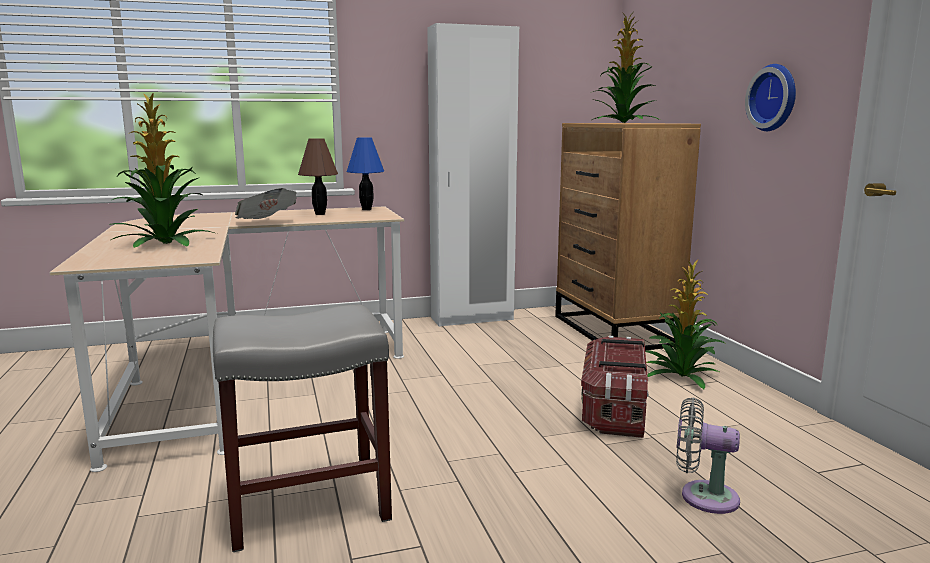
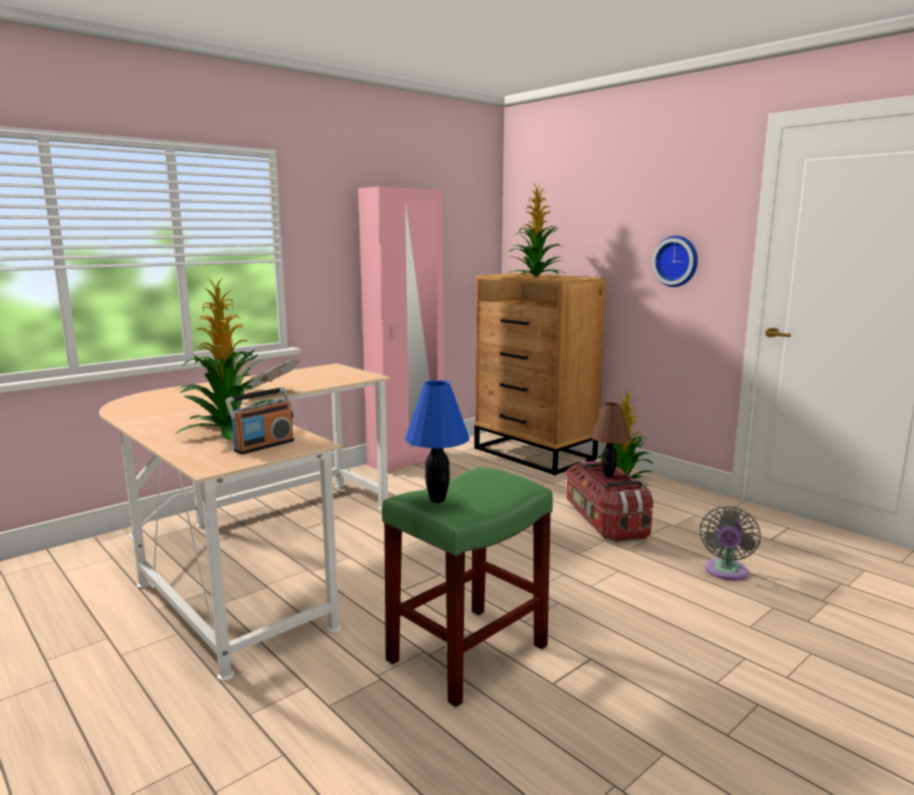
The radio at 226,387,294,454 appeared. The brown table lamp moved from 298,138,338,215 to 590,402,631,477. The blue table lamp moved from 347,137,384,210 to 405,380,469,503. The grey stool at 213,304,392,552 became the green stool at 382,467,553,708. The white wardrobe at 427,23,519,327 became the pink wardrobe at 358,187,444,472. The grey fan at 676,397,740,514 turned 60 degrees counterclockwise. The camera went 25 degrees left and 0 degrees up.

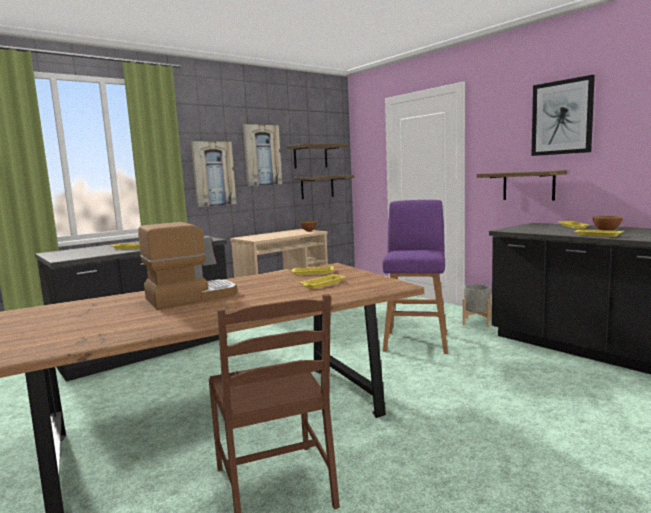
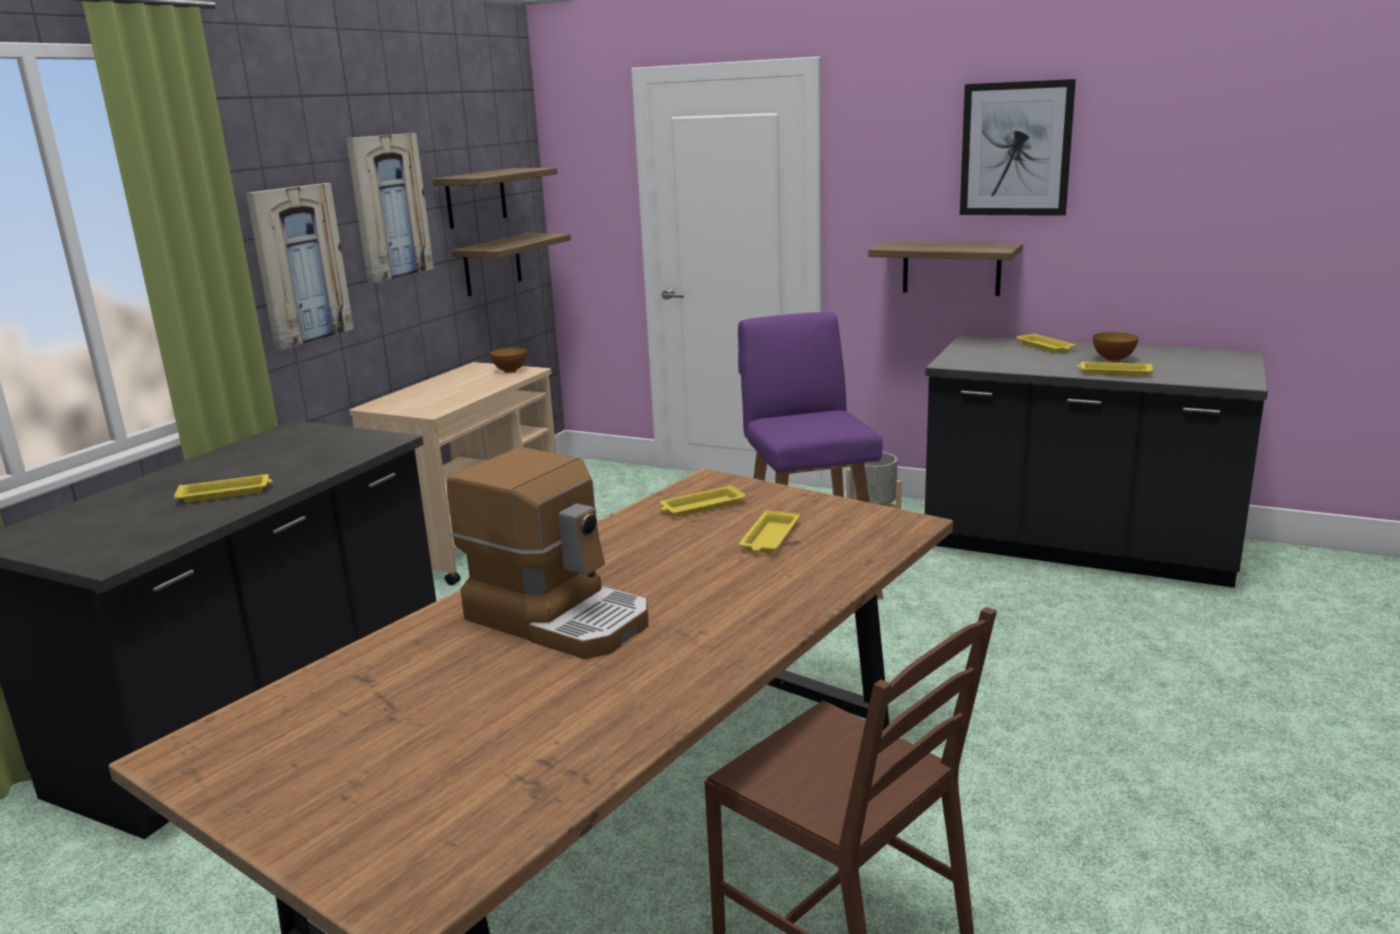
The coffee machine at 138,222,237,309 turned 90 degrees clockwise. The camera went 25 degrees left and 10 degrees up.

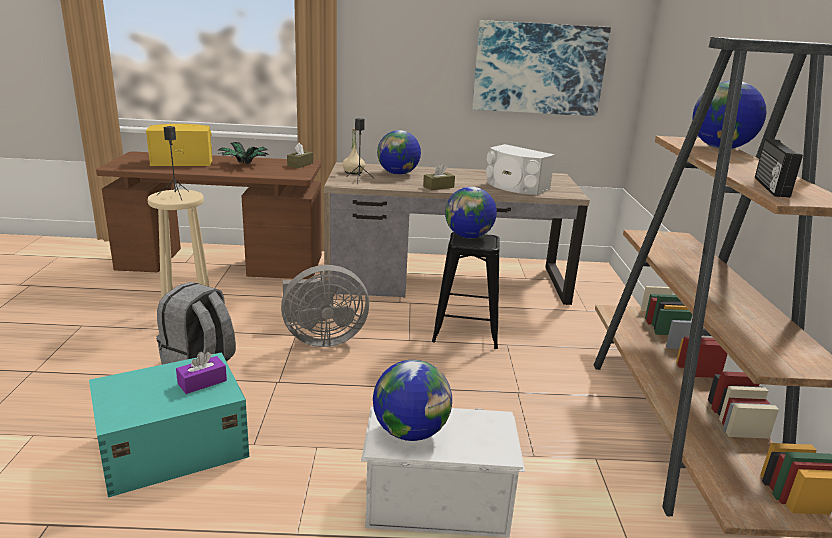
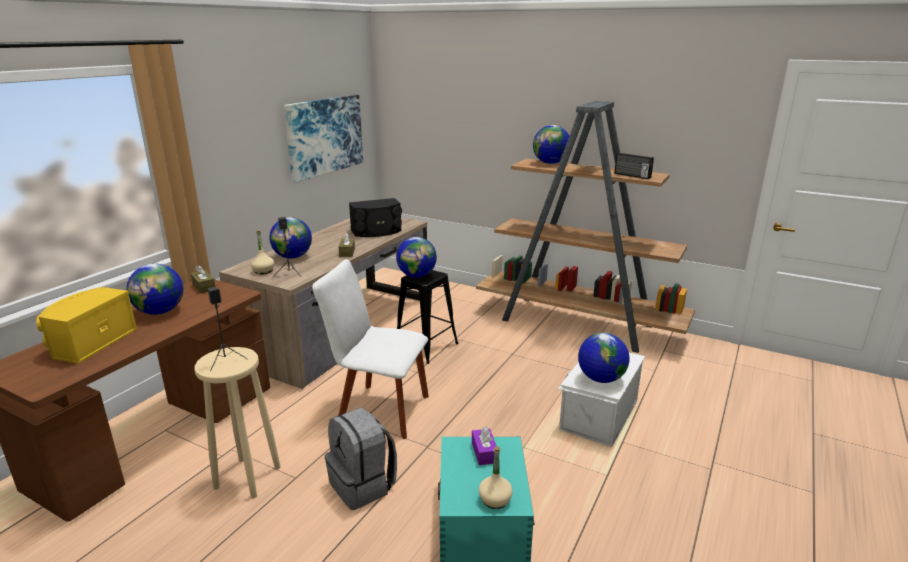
The beige bottle at 479,446,513,509 appeared. The potted plant at 218,142,269,164 was replaced by the globe at 126,264,184,315. The grey fan at 281,265,369,347 was replaced by the white chair at 312,259,429,439. The white speaker at 486,144,555,195 became the black speaker at 349,198,402,237. The camera went 60 degrees left and 0 degrees up.

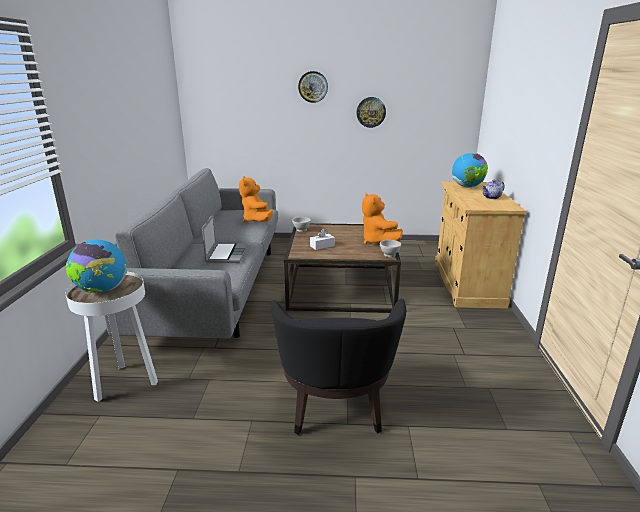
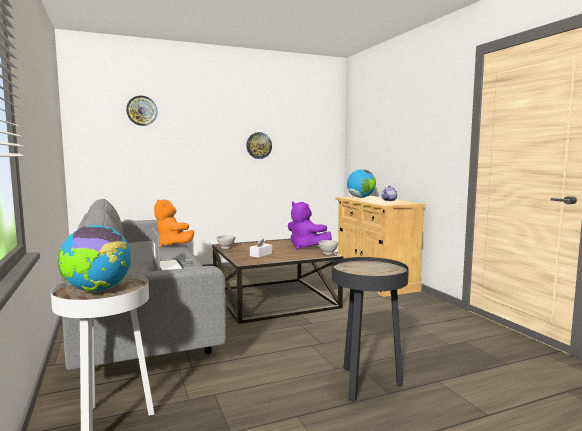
The wall clock moved from 298,71,328,103 to 126,96,158,126. The black armchair at 271,299,406,435 was replaced by the black side table at 332,257,409,401. The orange plush toy at 362,193,403,244 became the purple plush toy at 288,202,332,250. The camera went 25 degrees left and 15 degrees down.

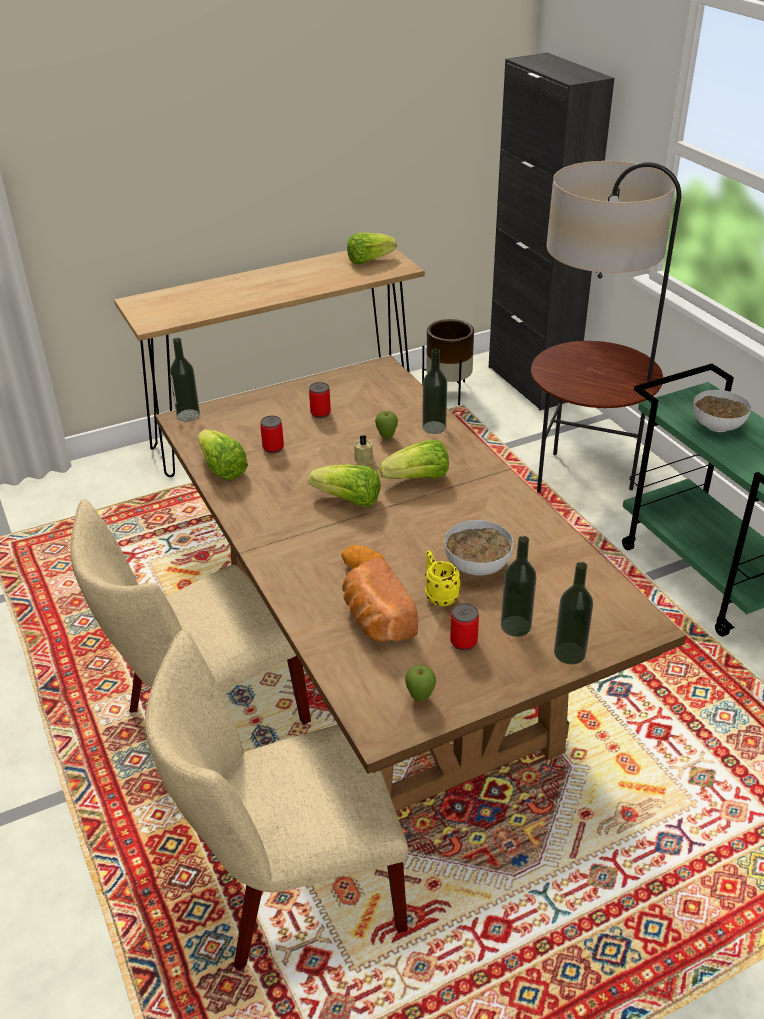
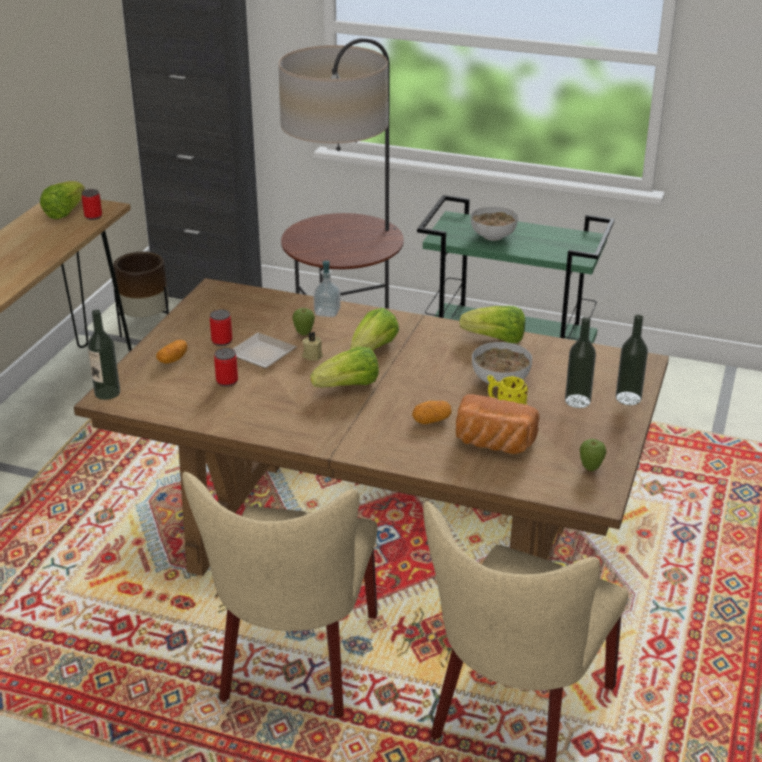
The potato at 156,340,188,364 appeared. The plate at 233,333,297,369 appeared. The lettuce moved from 197,429,248,480 to 459,306,525,343. The can moved from 450,603,479,650 to 82,189,102,220. The bottle at 422,348,447,434 was replaced by the soap dispenser at 314,261,341,317. The camera went 45 degrees left and 5 degrees down.

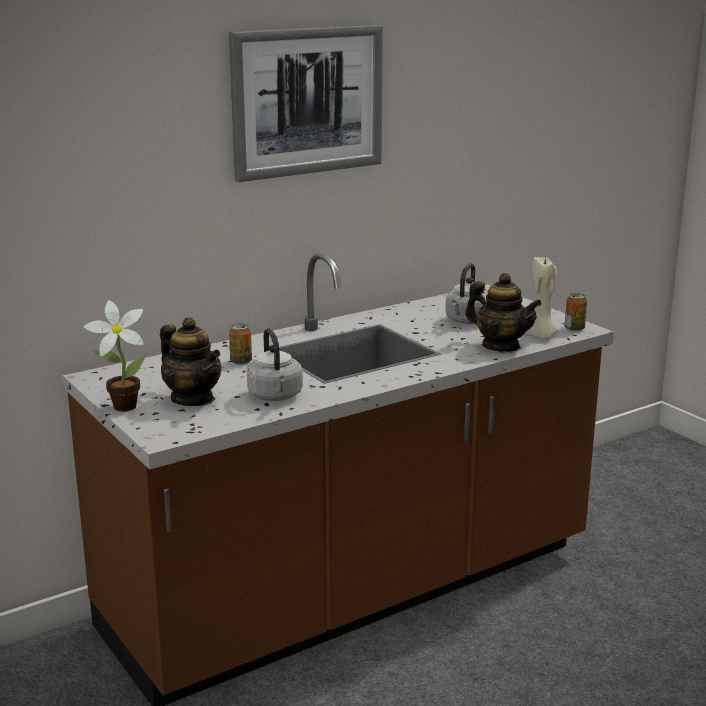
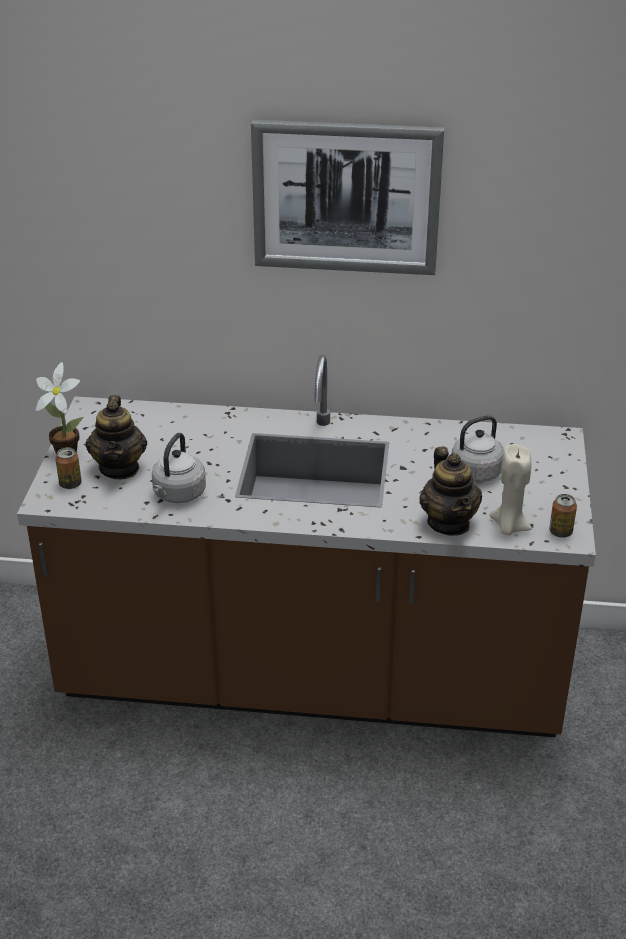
The can moved from 229,323,252,365 to 55,447,82,489. The camera went 40 degrees right and 15 degrees up.

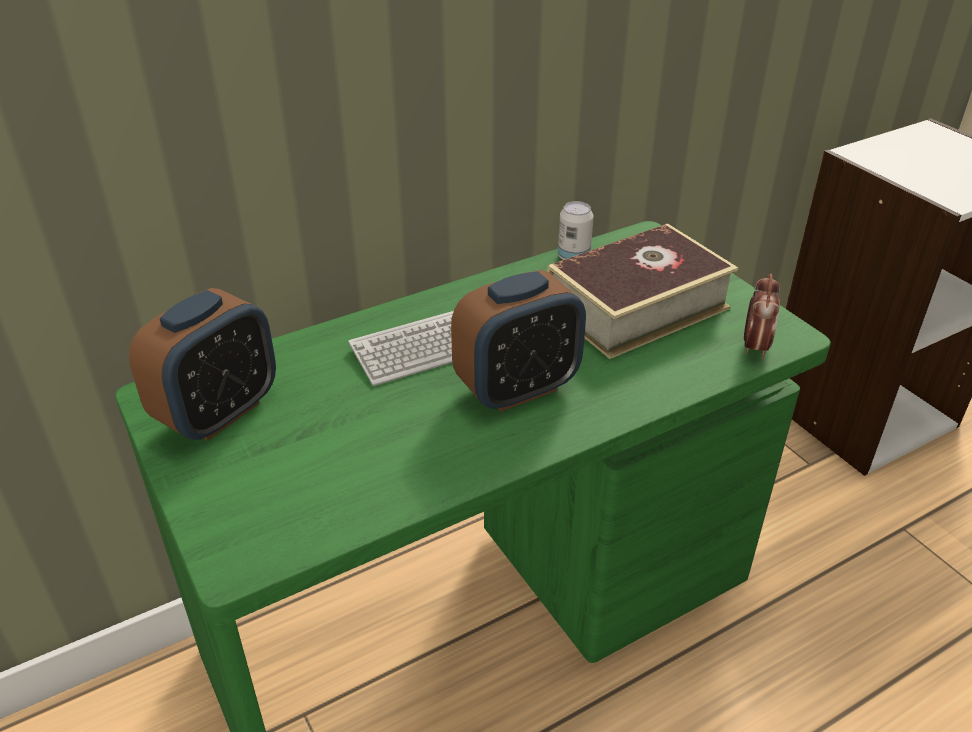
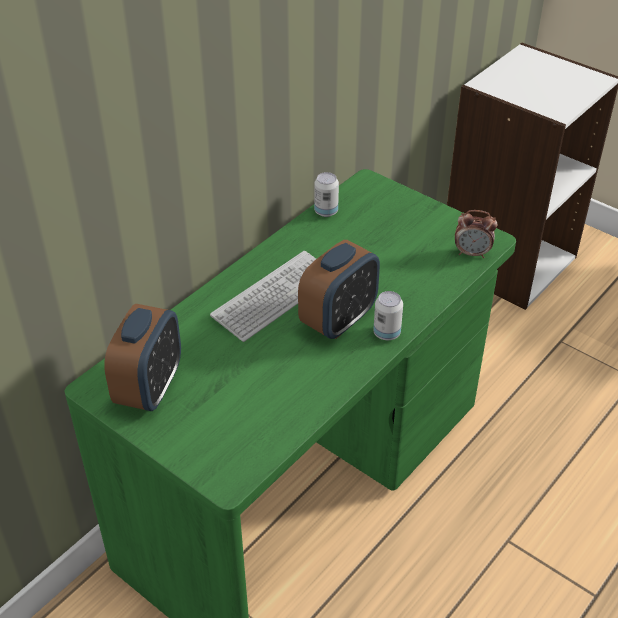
The book at 547,223,738,359 disappeared. The can at 373,291,403,340 appeared. The alarm clock at 744,274,780,359 turned 105 degrees clockwise. The camera went 20 degrees left and 5 degrees up.

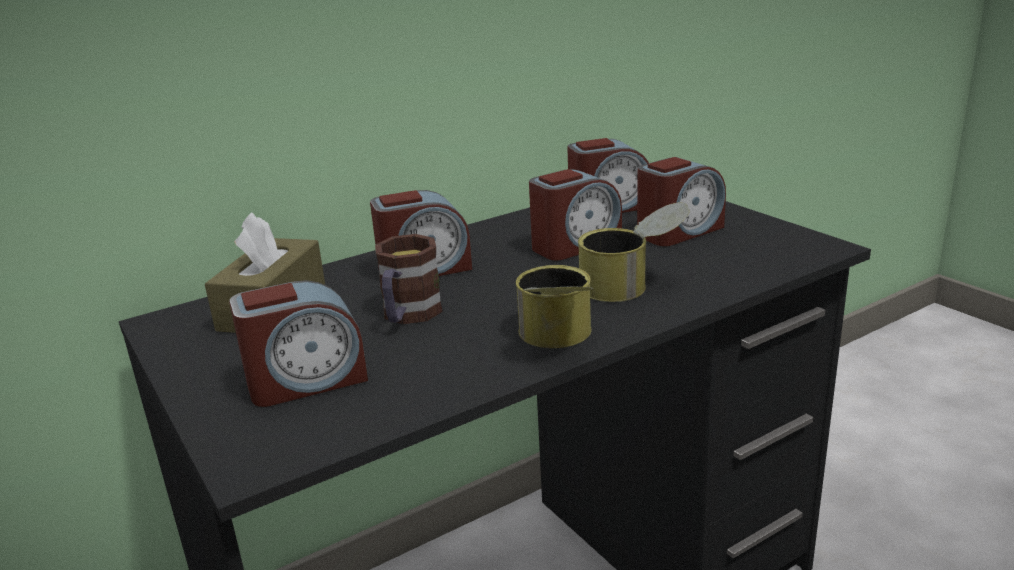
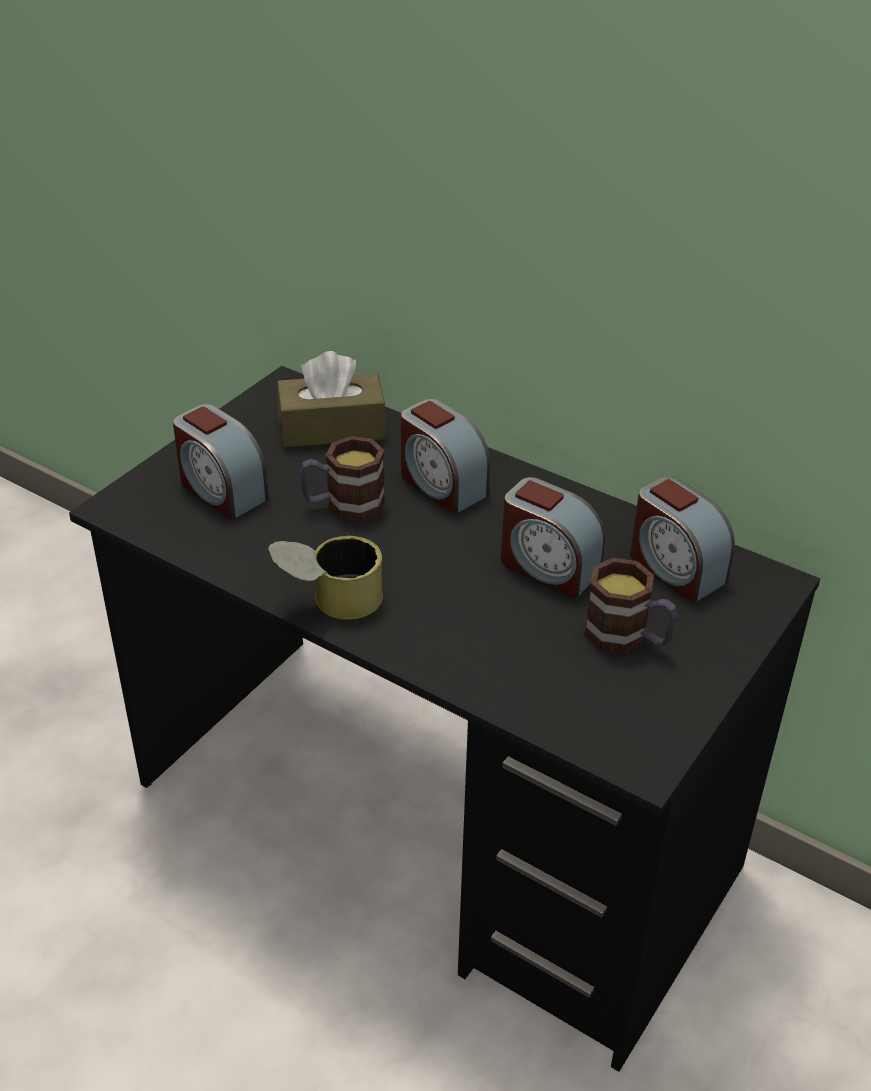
The can at 578,202,690,302 disappeared. The alarm clock at 637,157,726,246 was replaced by the mug at 584,558,678,654. The camera went 65 degrees right and 15 degrees up.

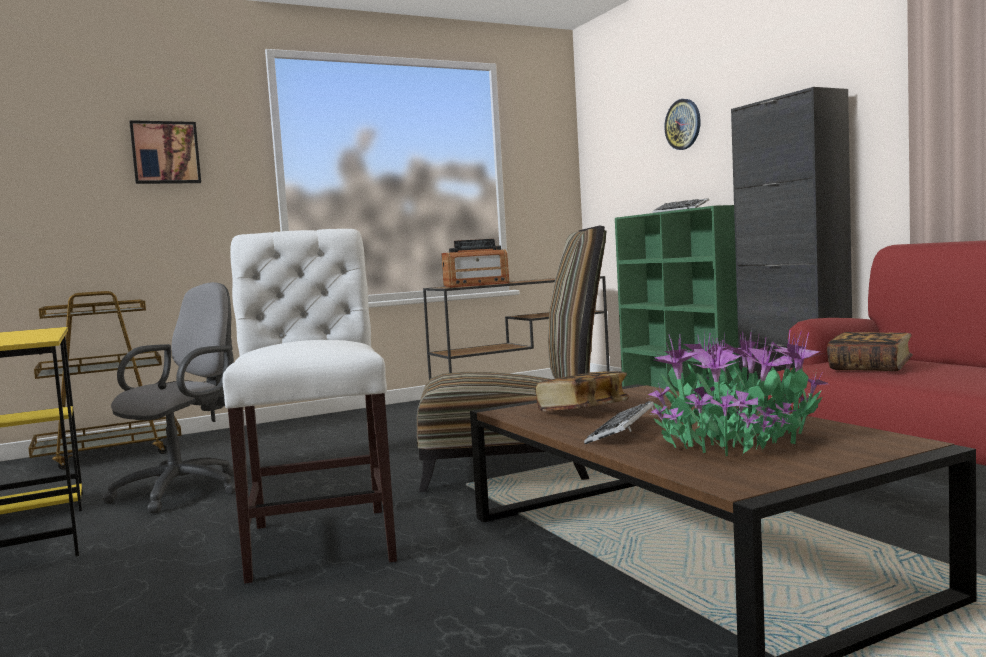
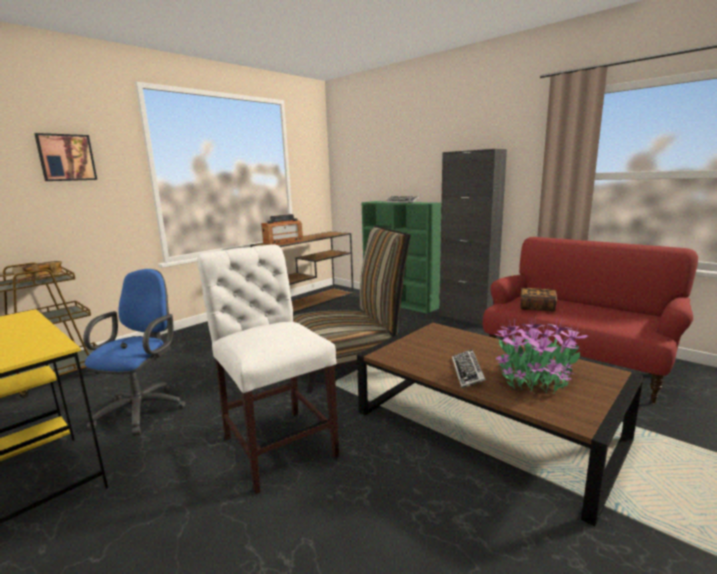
The wall clock at 664,99,701,150 disappeared. The book moved from 535,372,629,411 to 12,261,65,281. The grey office chair at 103,282,236,513 became the blue office chair at 83,269,186,436. The camera went 20 degrees left and 10 degrees up.

